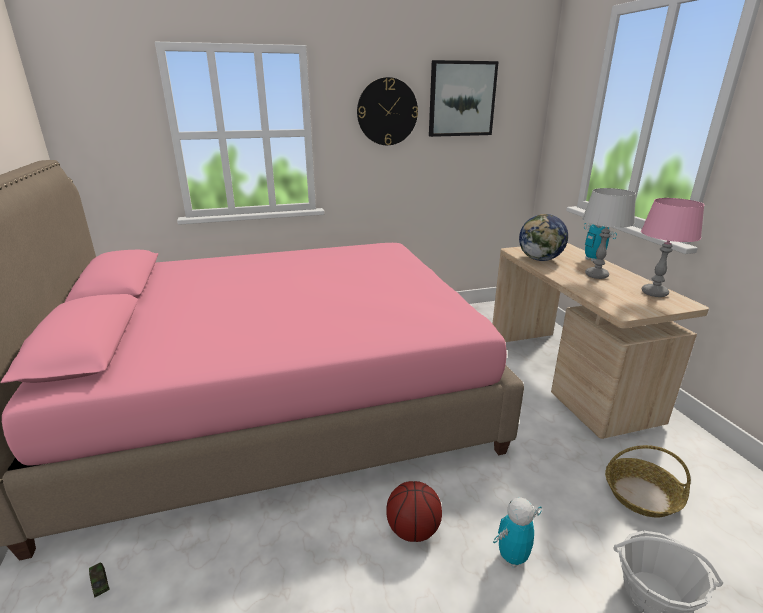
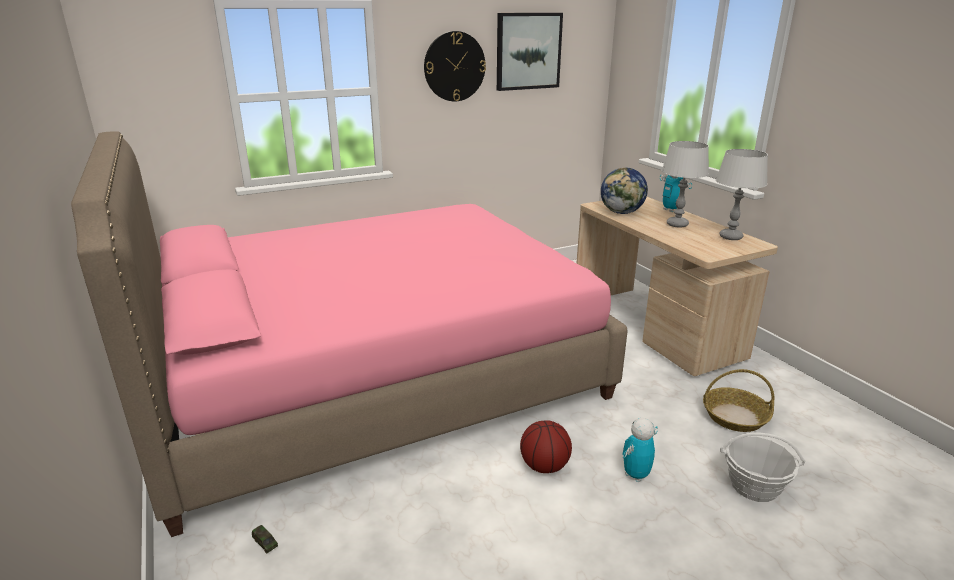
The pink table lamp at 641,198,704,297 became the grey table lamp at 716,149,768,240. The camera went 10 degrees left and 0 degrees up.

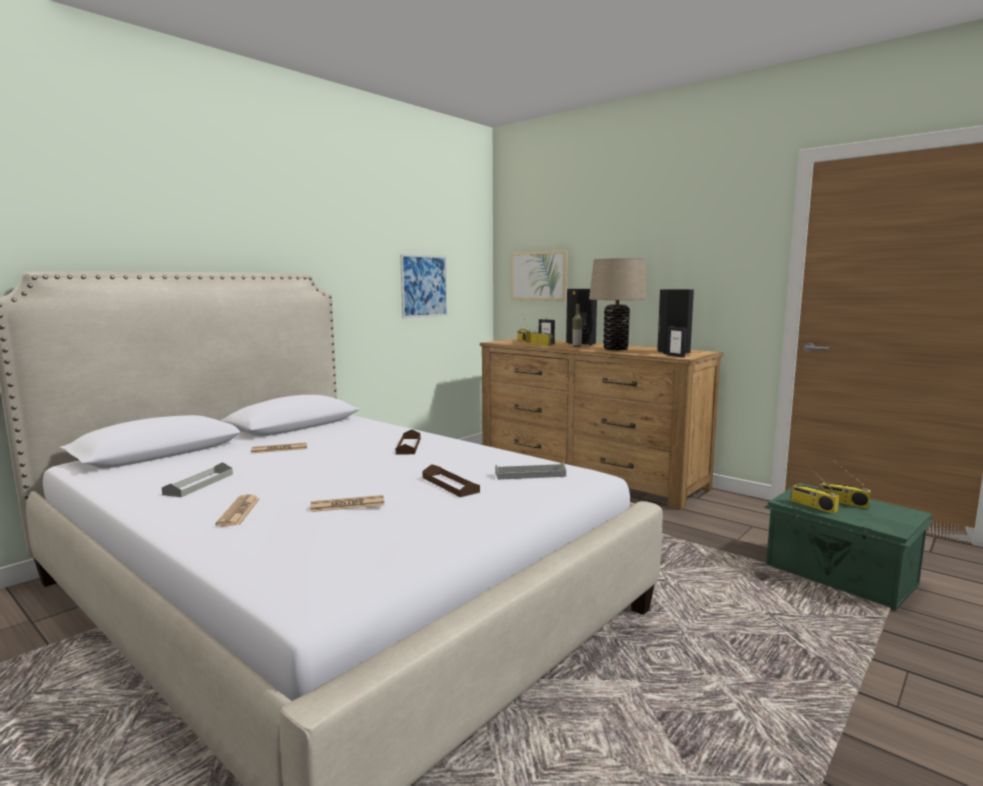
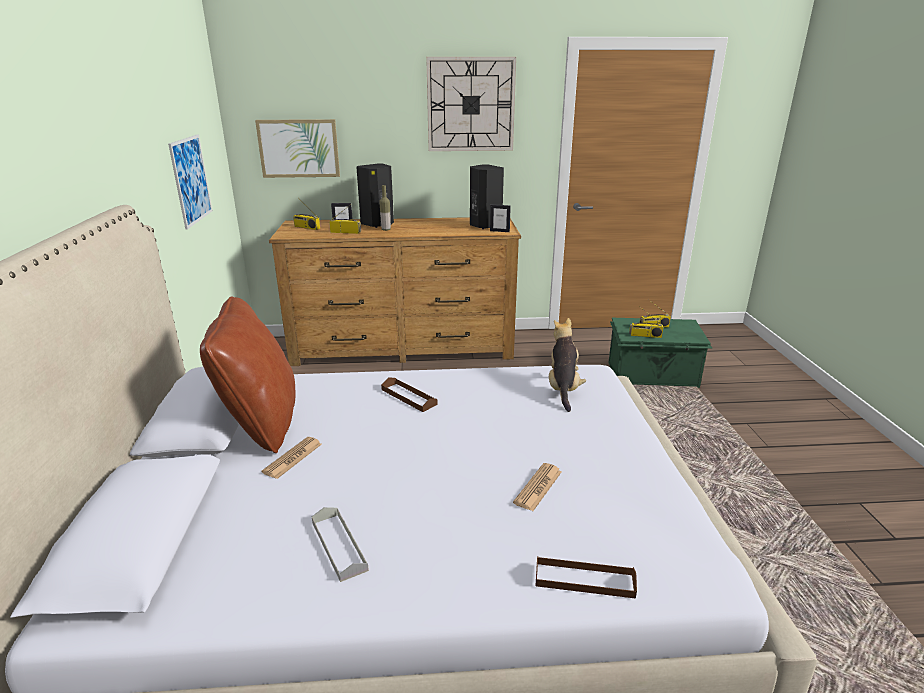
The newspaper at 215,494,260,526 disappeared. The beige table lamp at 589,258,646,350 disappeared. The brown pillow at 200,296,295,453 appeared. The wall clock at 426,57,516,151 appeared. The brown tray moved from 422,464,480,497 to 535,556,637,599. The grey tray at 495,462,566,480 was replaced by the plush toy at 549,318,586,412. The camera went 45 degrees left and 15 degrees up.

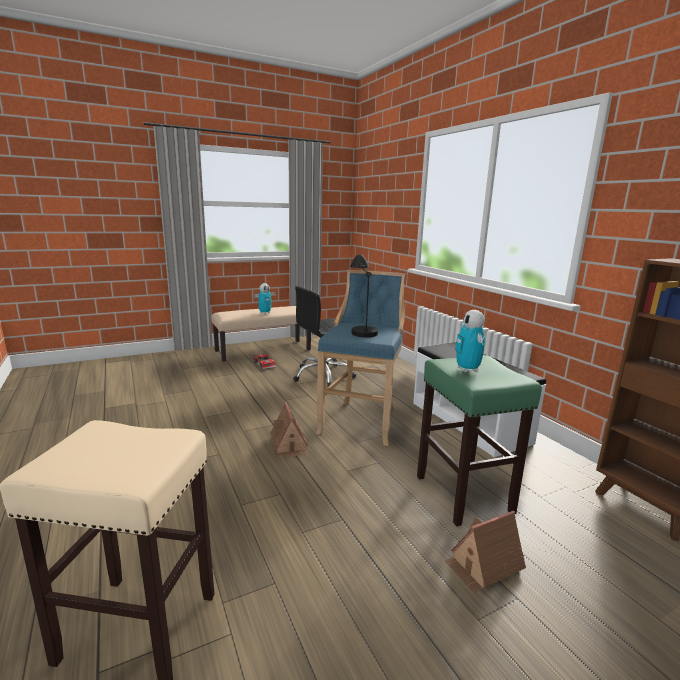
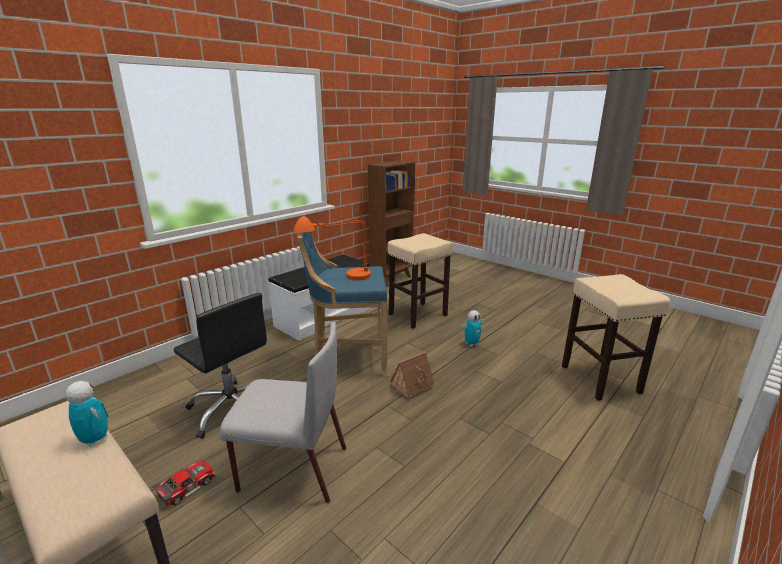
The toy house at 445,510,526,593 disappeared. The grey chair at 220,322,346,503 appeared. The toy robot moved from 455,310,486,372 to 460,310,486,347. The black table lamp at 350,254,378,338 became the orange table lamp at 293,216,371,281. The green stool at 417,355,542,526 became the beige stool at 388,233,453,329. The camera went 110 degrees left and 5 degrees up.

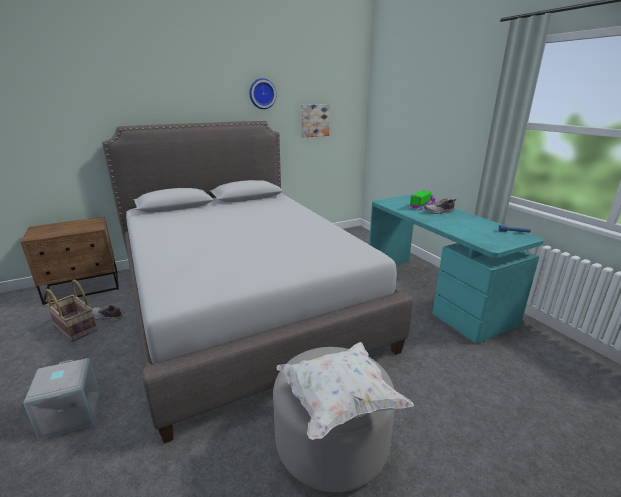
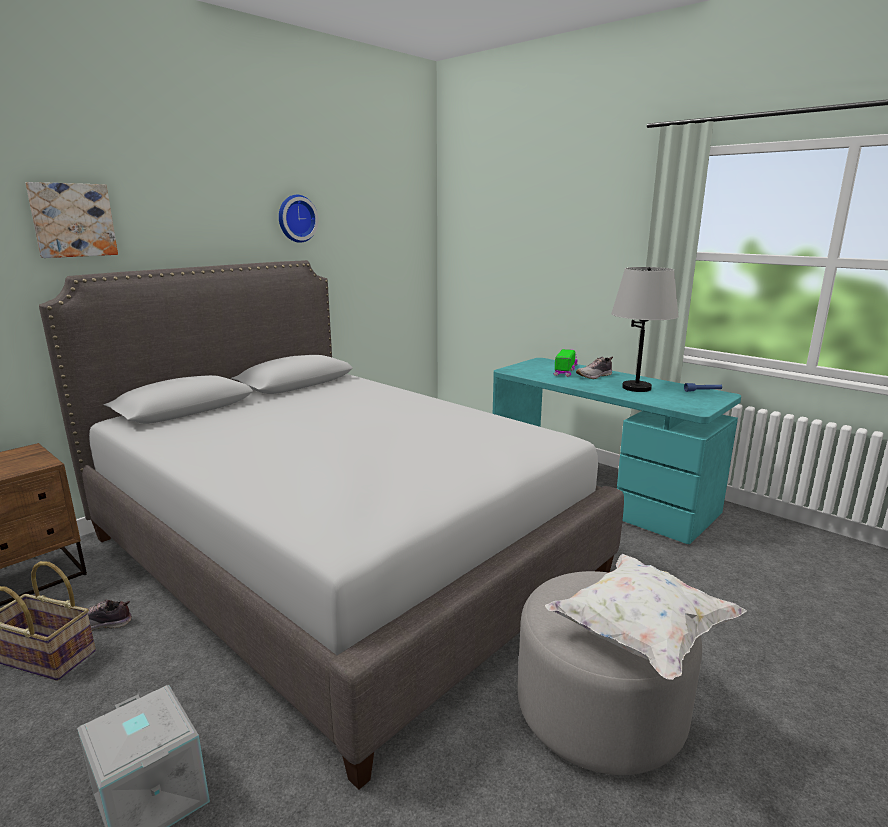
The grey table lamp at 611,267,679,392 appeared. The picture moved from 301,104,330,137 to 25,182,118,258. The camera went 20 degrees left and 5 degrees down.

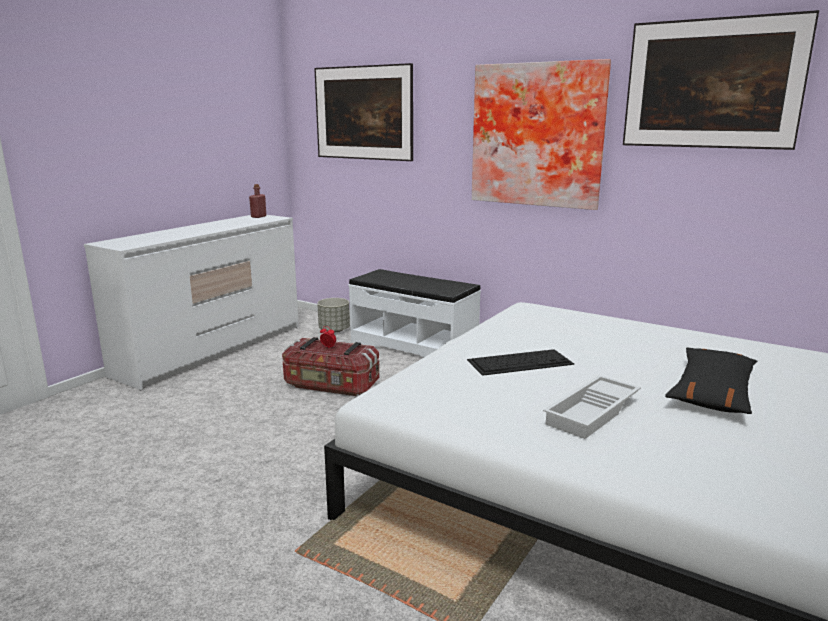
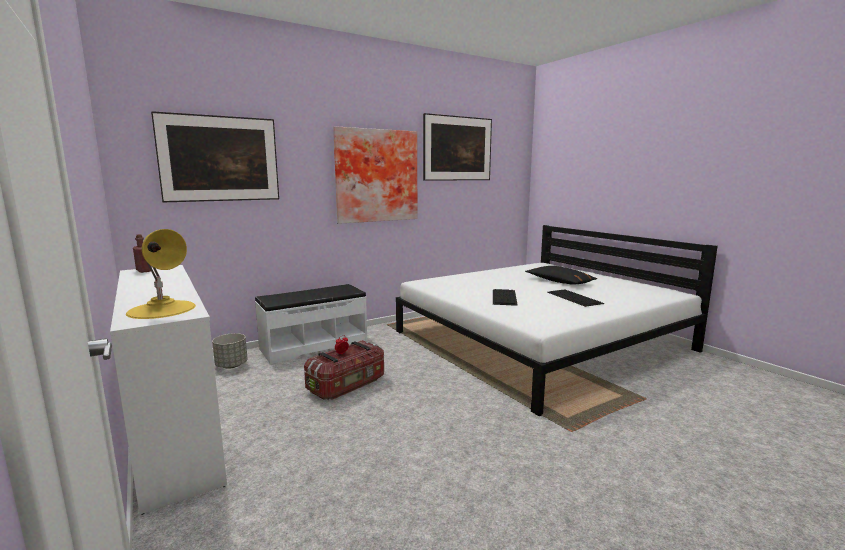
The yellow table lamp at 126,229,196,319 appeared. The white tray at 543,375,641,439 was replaced by the keyboard at 547,290,605,307. The camera went 65 degrees left and 5 degrees down.

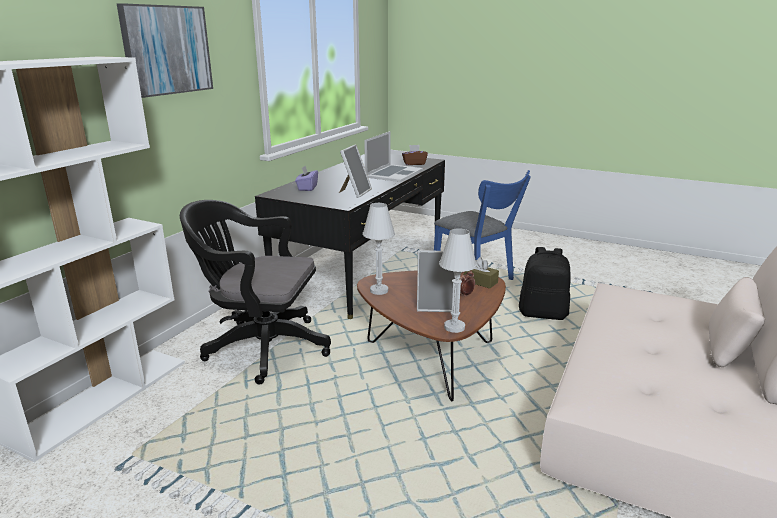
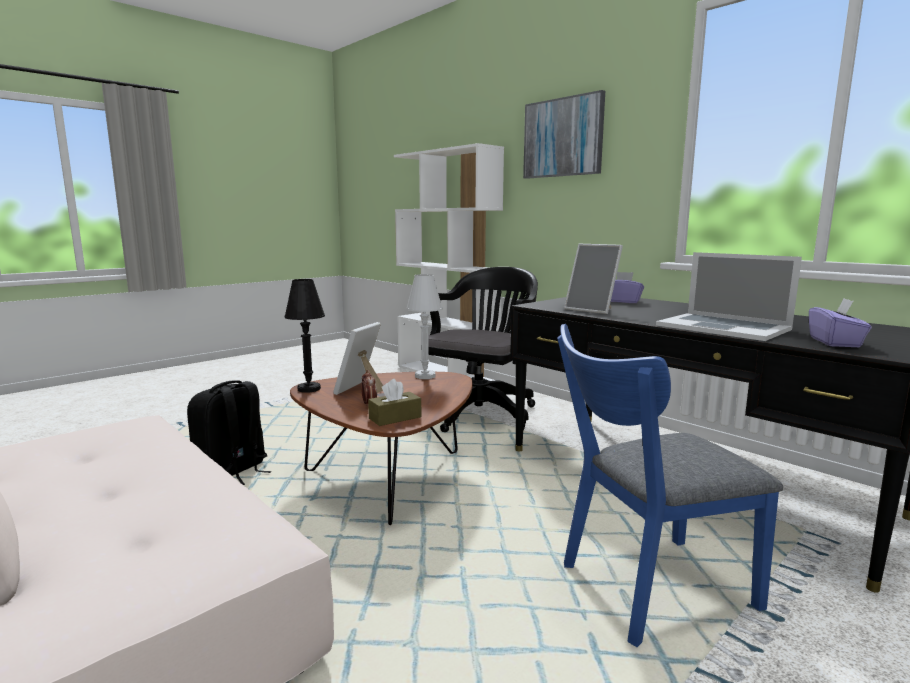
The black backpack moved from 519,247,571,320 to 187,380,271,485. The brown tissue box at 402,145,428,165 became the purple tissue box at 809,298,872,347. The white table lamp at 439,228,477,333 became the black table lamp at 284,279,325,393. The camera went 110 degrees right and 10 degrees down.

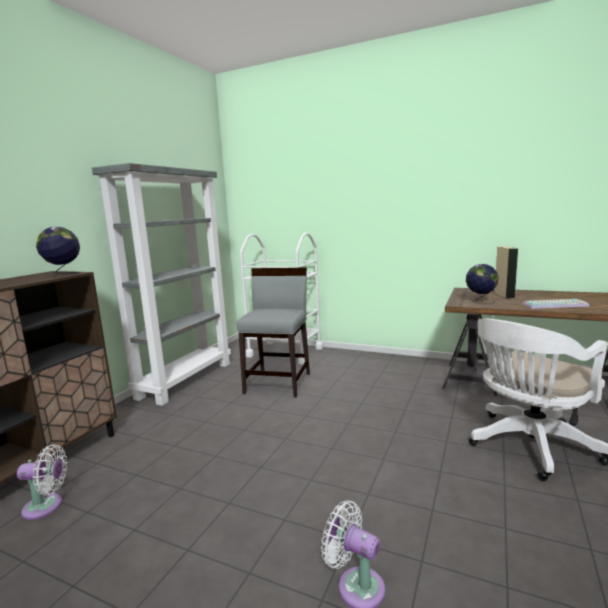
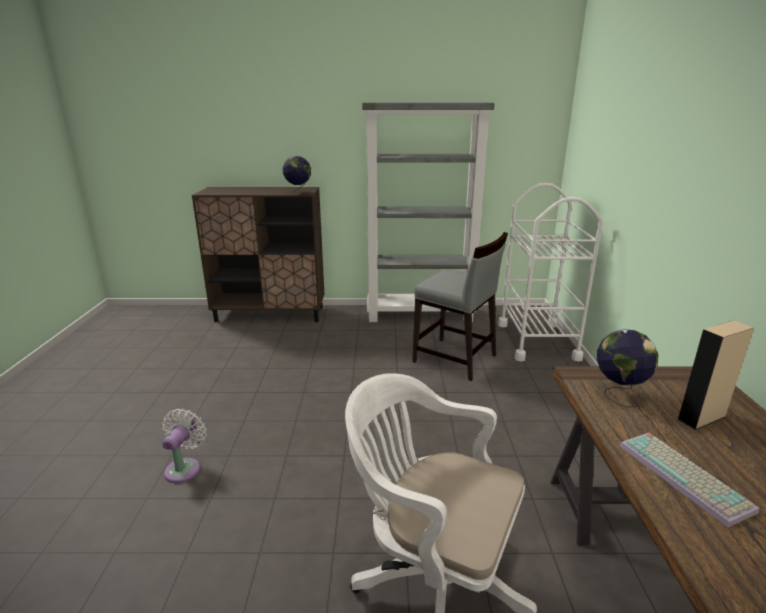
The white fan at 17,444,67,520 disappeared. The grey chair at 237,267,310,398 turned 45 degrees clockwise. The camera went 65 degrees right and 10 degrees up.

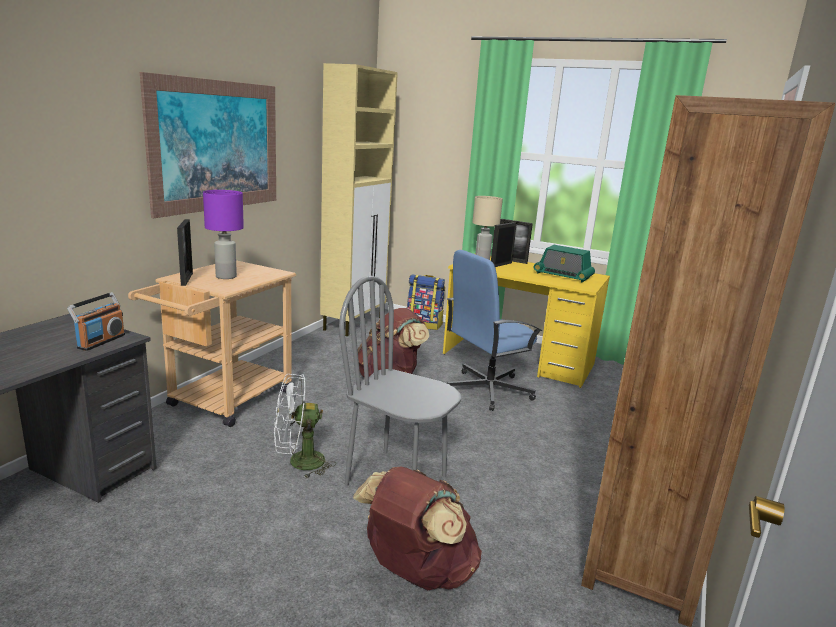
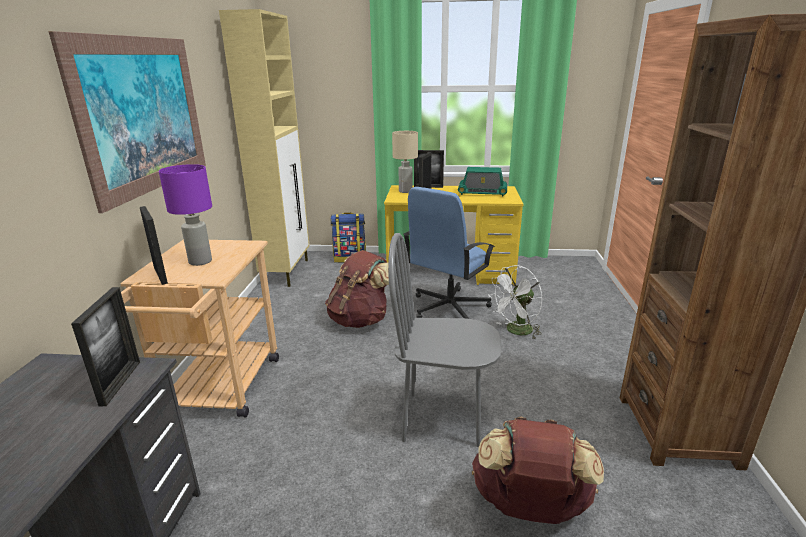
The white fan moved from 274,374,336,478 to 488,265,543,340. The radio at 67,292,125,351 was replaced by the picture frame at 71,287,140,407. The camera went 20 degrees left and 5 degrees up.

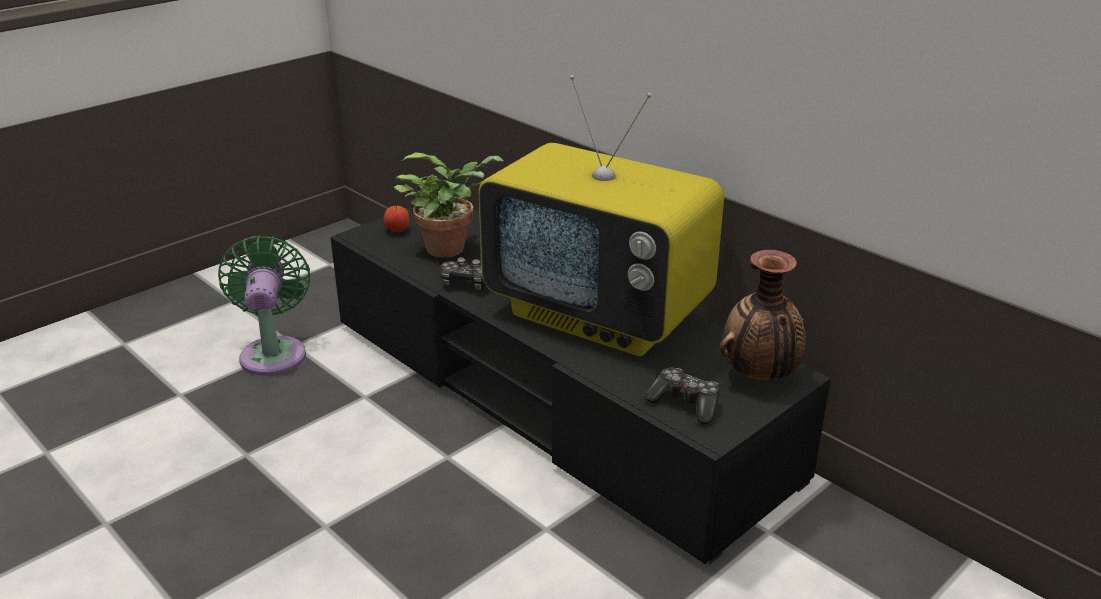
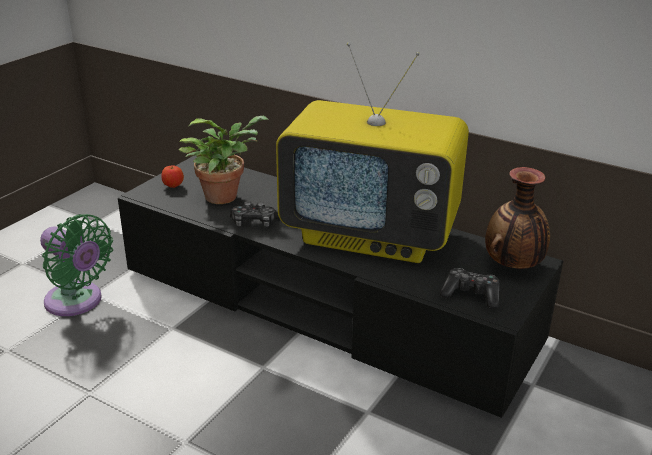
The green fan at 218,235,310,376 turned 150 degrees clockwise. The camera went 15 degrees left and 0 degrees up.

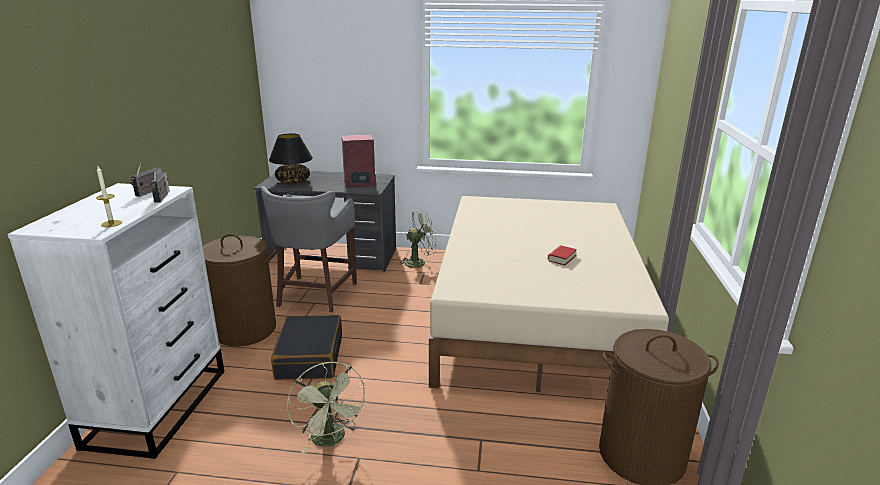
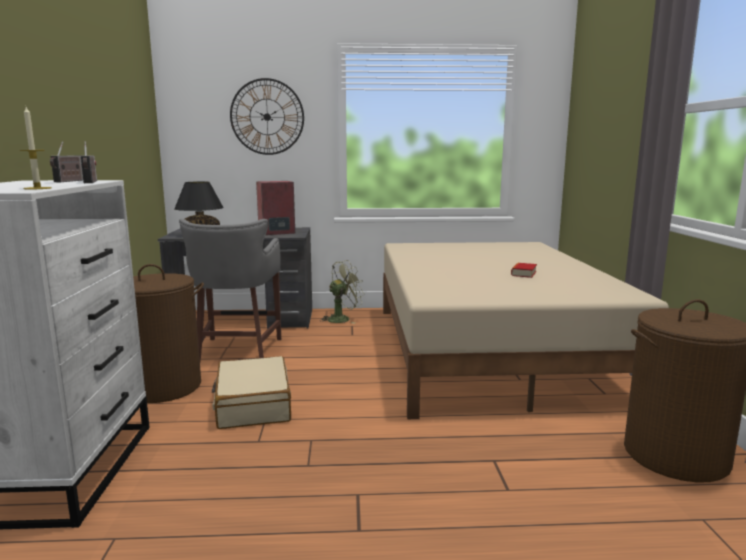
The green fan at 287,362,367,454 disappeared. The wall clock at 230,78,304,155 appeared. The black suitcase at 271,315,342,380 became the beige suitcase at 212,356,291,429. The camera went 10 degrees left and 10 degrees down.

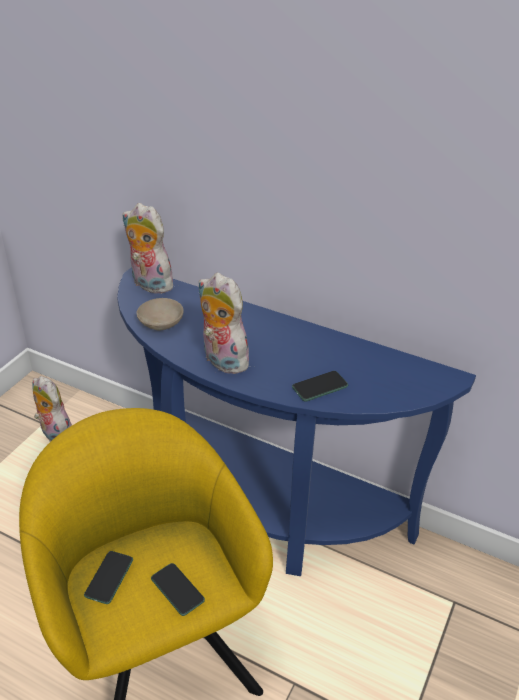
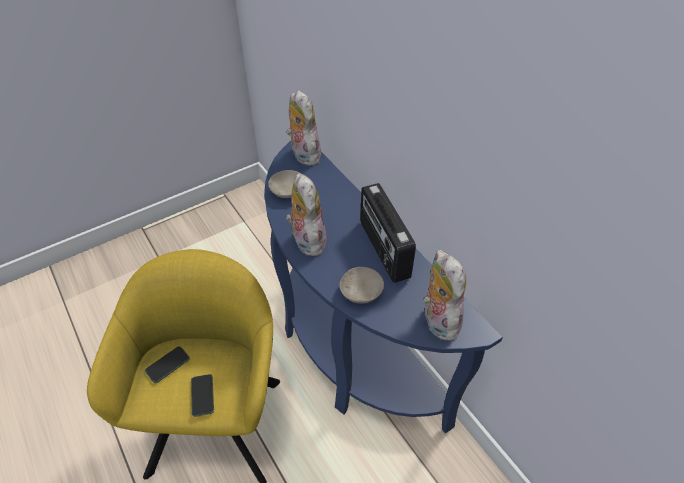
The radio at 360,183,416,283 appeared. The plush toy moved from 32,376,72,441 to 423,249,466,341. The phone at 292,371,348,402 was replaced by the beige bowl at 340,267,384,304. The camera went 30 degrees right and 10 degrees up.

